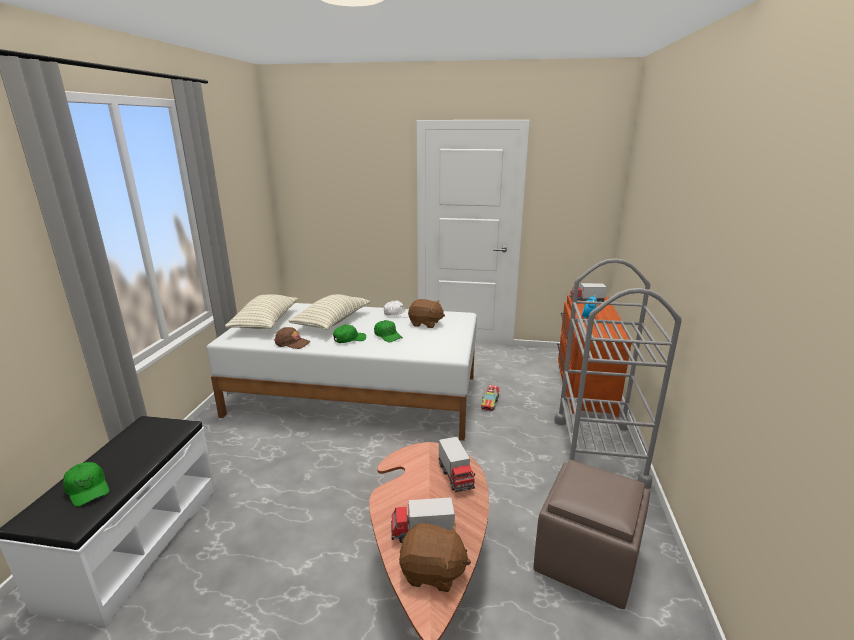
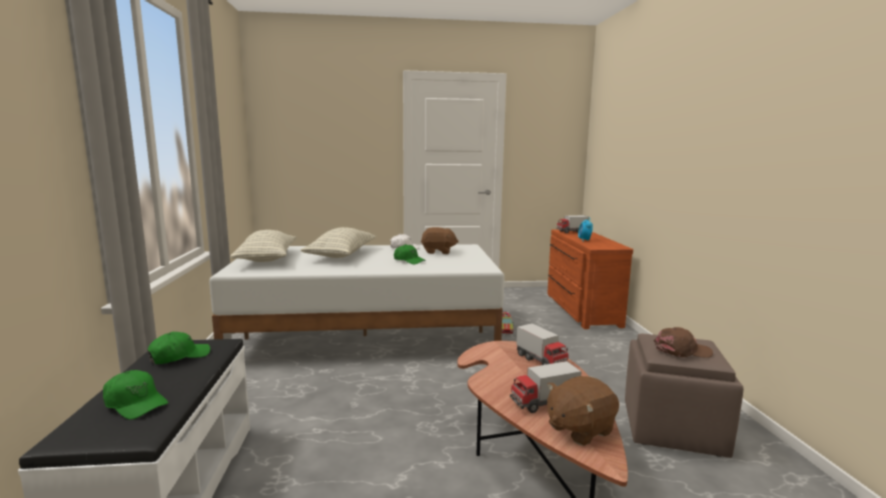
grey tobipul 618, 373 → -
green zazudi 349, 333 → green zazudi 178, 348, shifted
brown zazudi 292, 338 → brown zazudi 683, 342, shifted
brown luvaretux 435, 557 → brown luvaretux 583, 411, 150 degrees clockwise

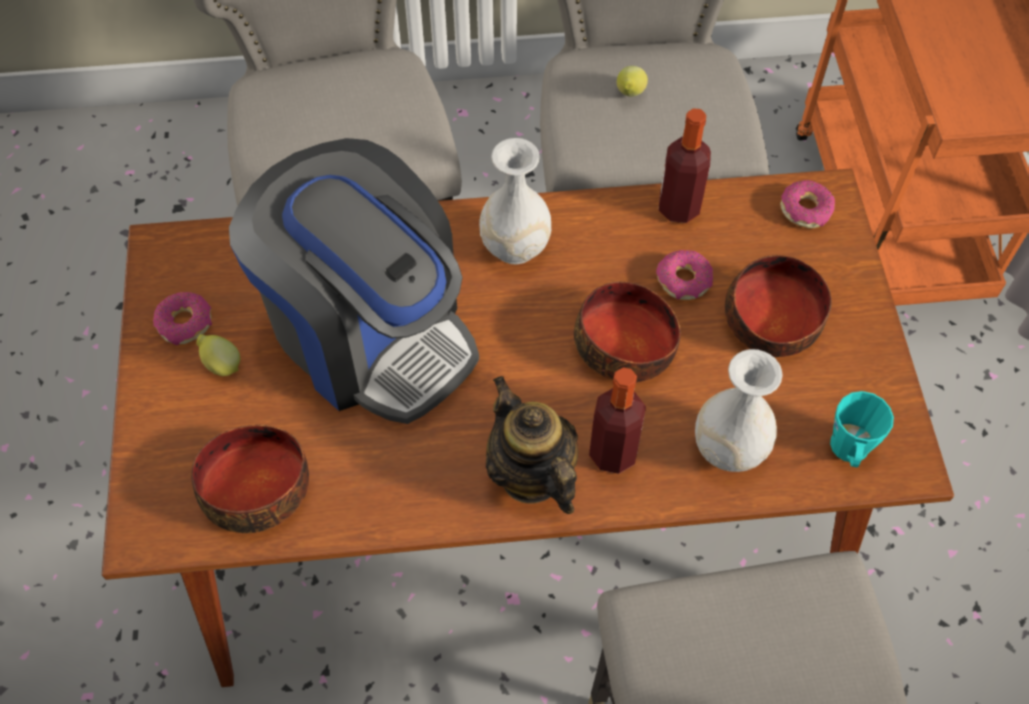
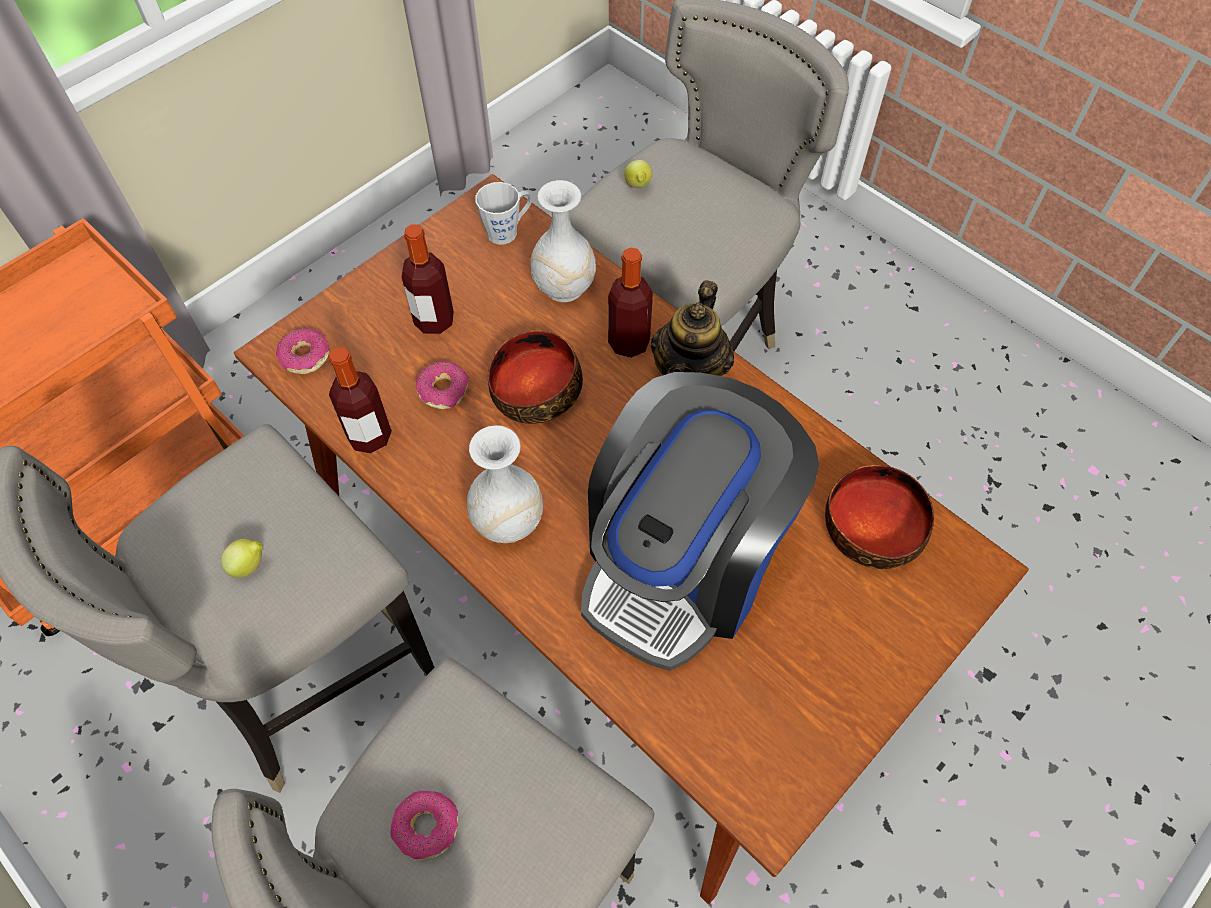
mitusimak 354, 281 → mitusimak 700, 521, 150 degrees counterclockwise
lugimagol 778, 306 → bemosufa 428, 279
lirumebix 182, 318 → lirumebix 424, 826, shifted
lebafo 218, 355 → lebafo 638, 174, shifted
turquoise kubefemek 862, 429 → grey kubefemek 504, 213

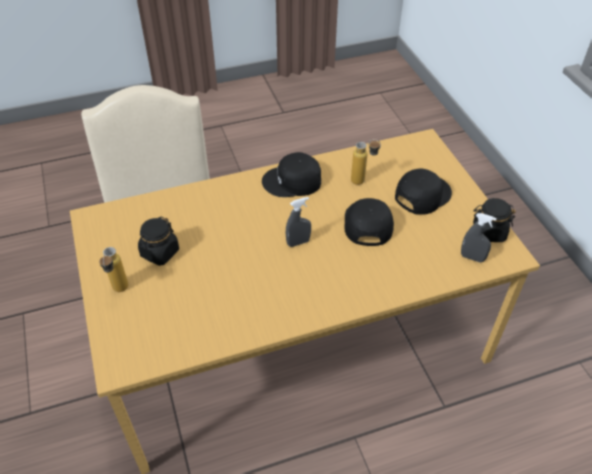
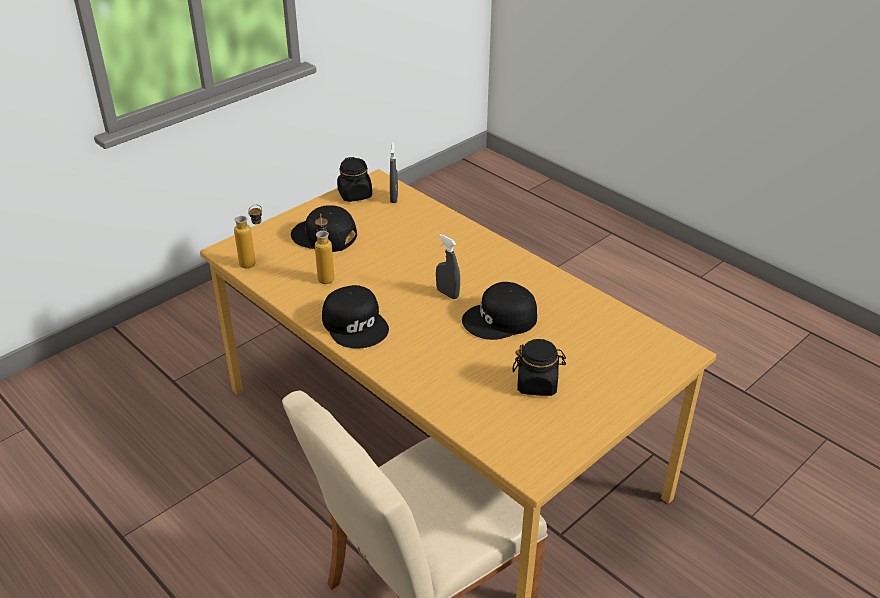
black zazudi 369, 222 → black zazudi 499, 311, shifted
bemosufa 113, 269 → bemosufa 248, 236, shifted

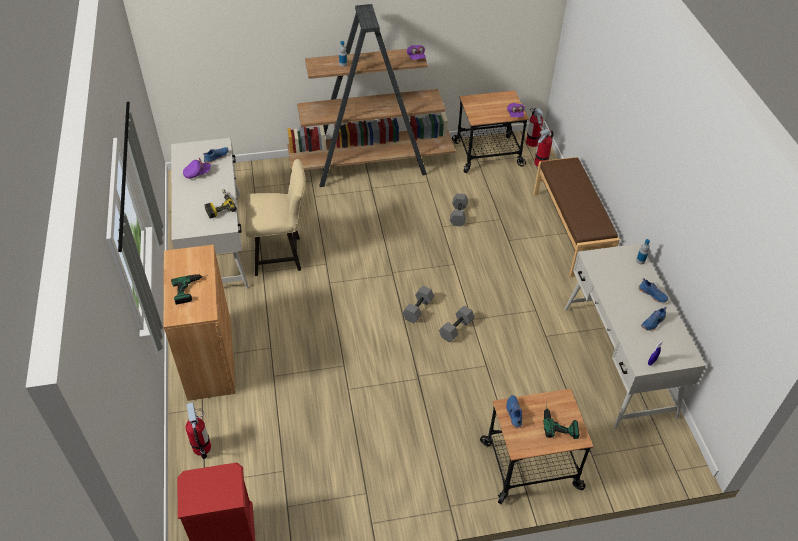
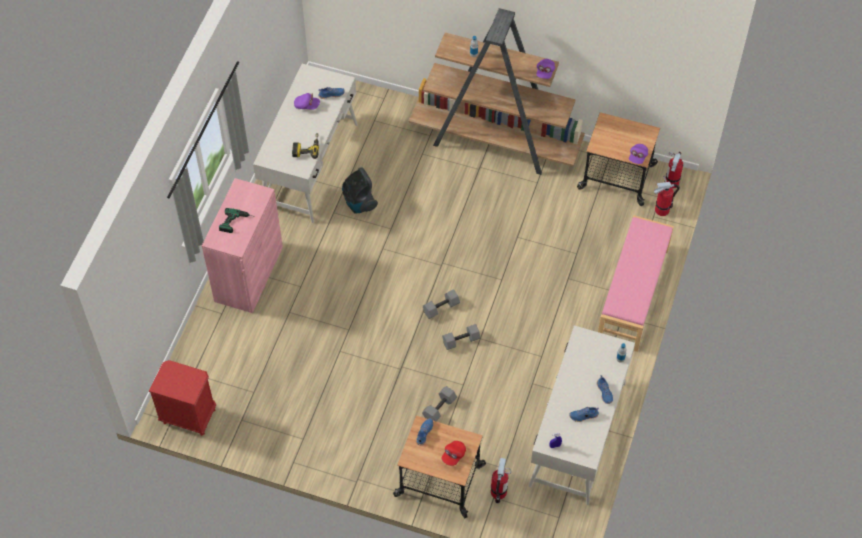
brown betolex 576, 217 → pink betolex 636, 283
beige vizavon 276, 217 → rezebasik 360, 190
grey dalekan 459, 210 → grey dalekan 439, 404, shifted
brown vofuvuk 200, 323 → pink vofuvuk 242, 245
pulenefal 198, 430 → pulenefal 501, 481, shifted
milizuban 561, 421 → red zazudi 454, 453

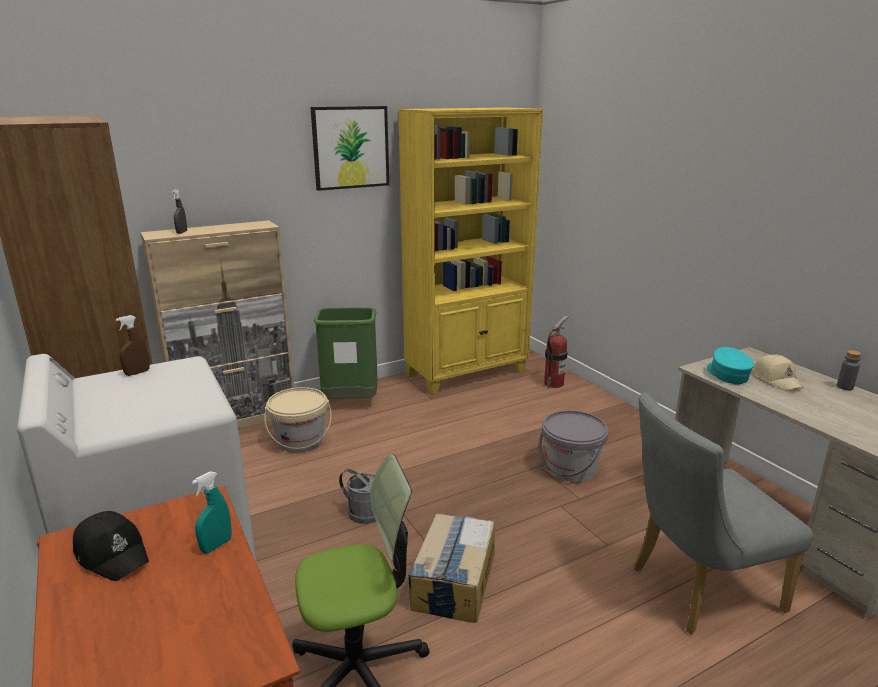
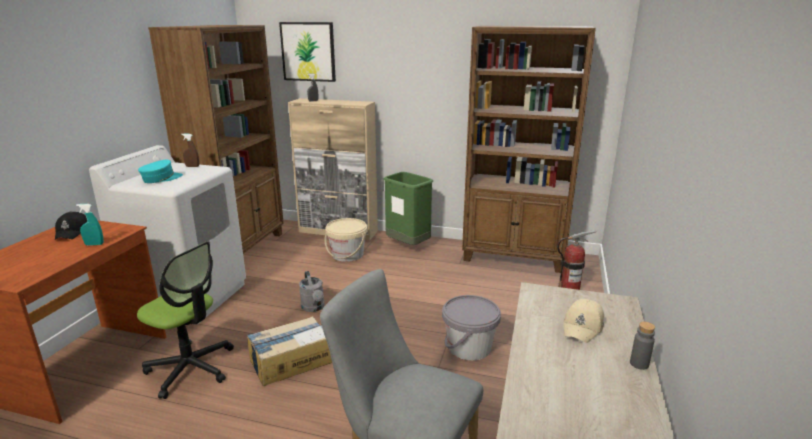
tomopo 350, 148 → tomopo 307, 52, shifted
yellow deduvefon 470, 251 → brown deduvefon 529, 149
turquoise zazudi 730, 365 → turquoise zazudi 160, 171, shifted

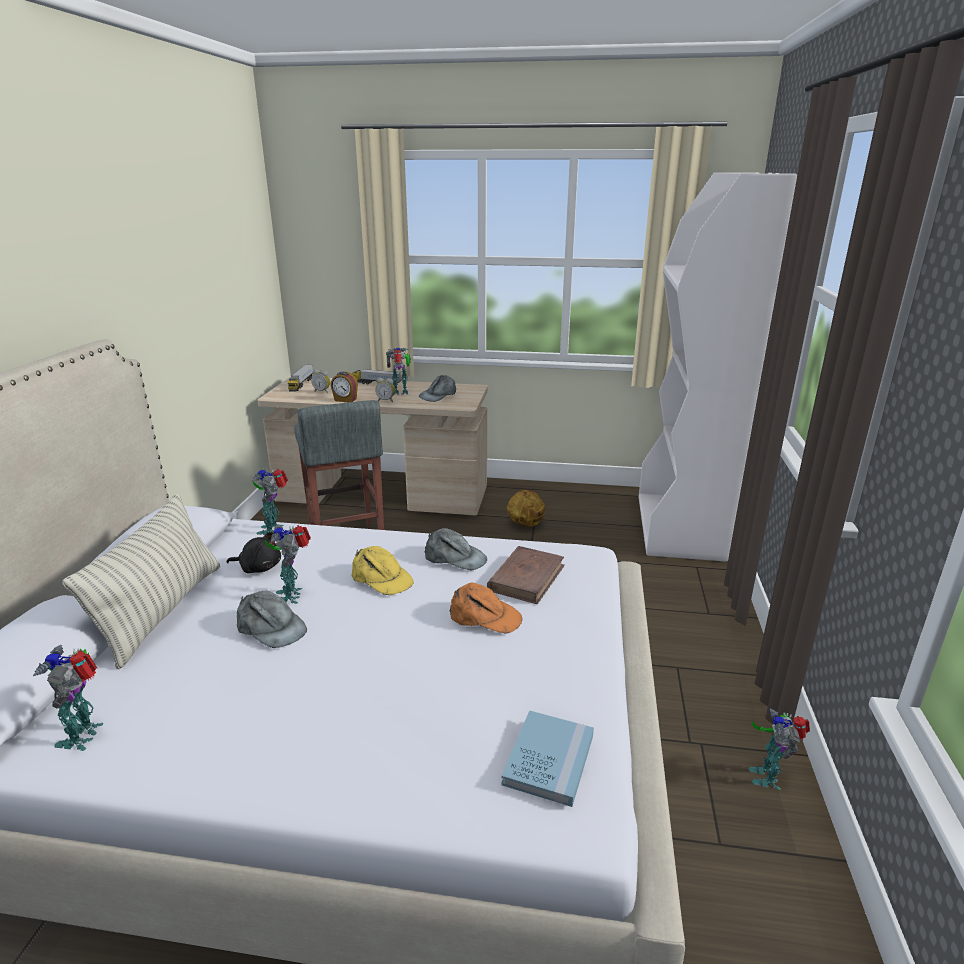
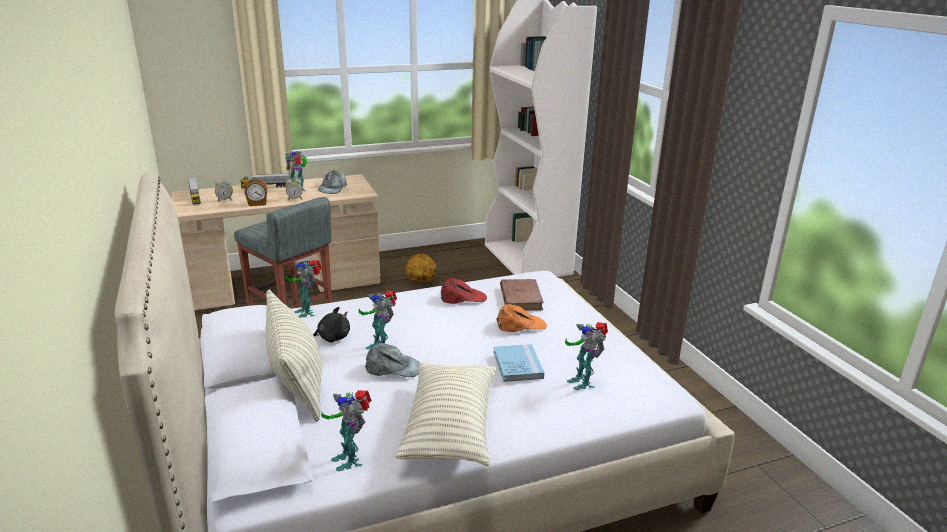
grey zazudi 456, 549 → red zazudi 464, 291
yellow zazudi 382, 570 → -
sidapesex 779, 749 → sidapesex 586, 356, shifted
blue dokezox 547, 758 → blue dokezox 519, 363, shifted
- → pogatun 445, 414

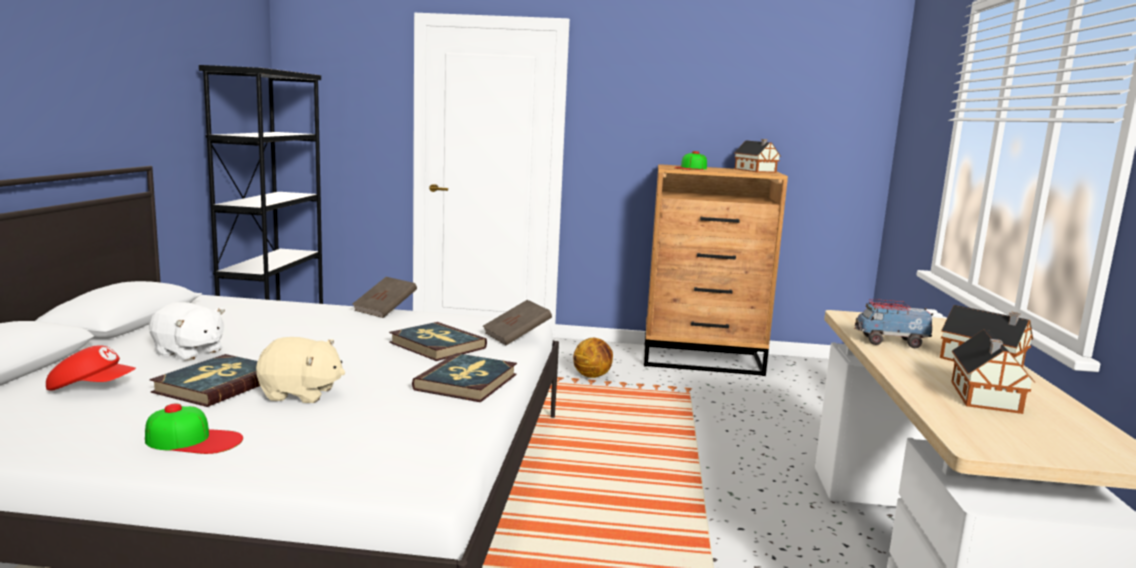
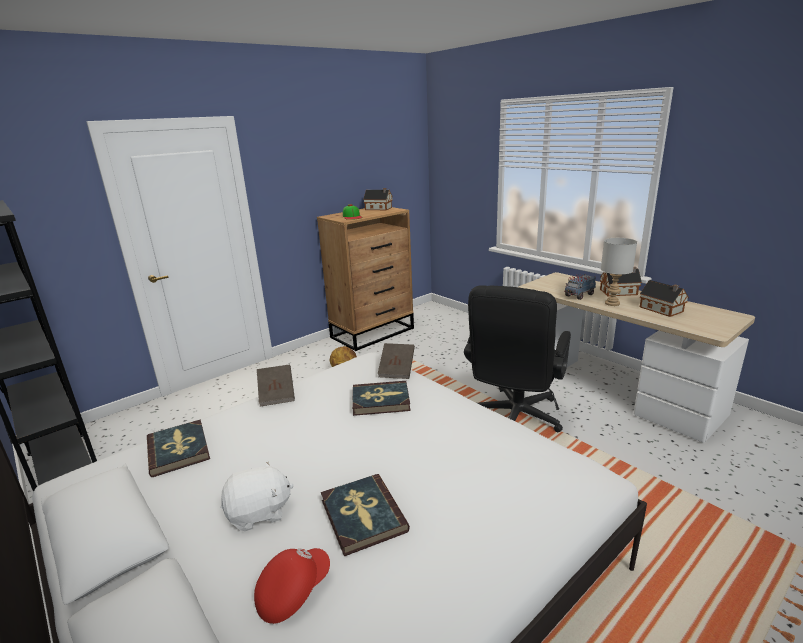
beige luvaretux 300, 370 → -
dokezox 464, 377 → dokezox 178, 448, shifted
zazudi 194, 428 → -
- → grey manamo 619, 272
- → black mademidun 517, 358

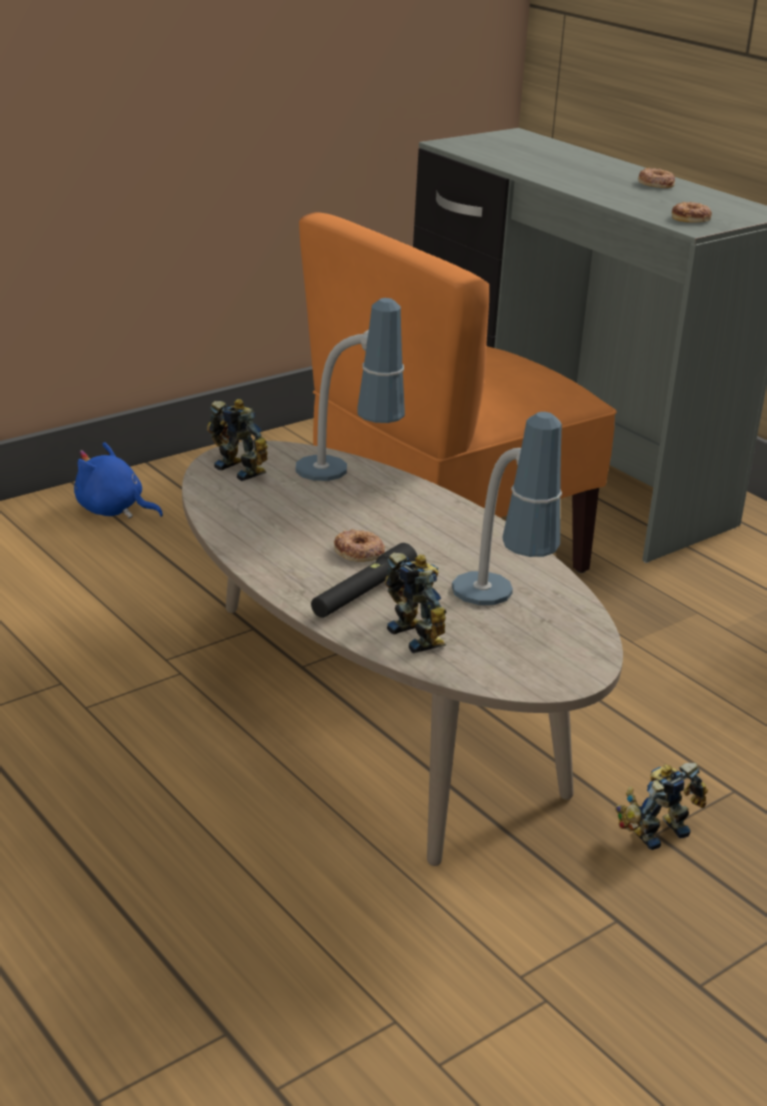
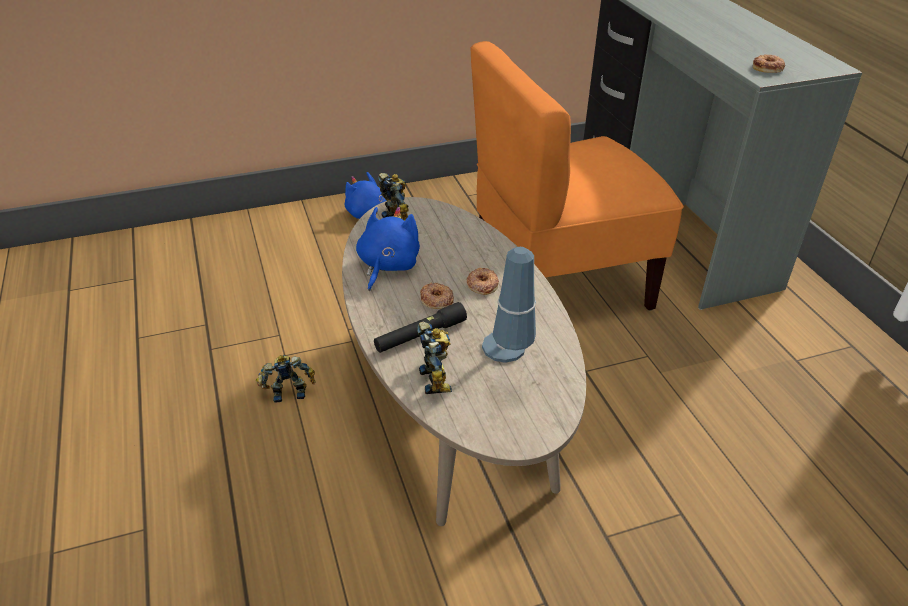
lirumebix 656, 178 → lirumebix 483, 281, shifted
manamo 350, 389 → -
sidapesex 661, 806 → sidapesex 286, 379, shifted
- → blue luvaretux 388, 249

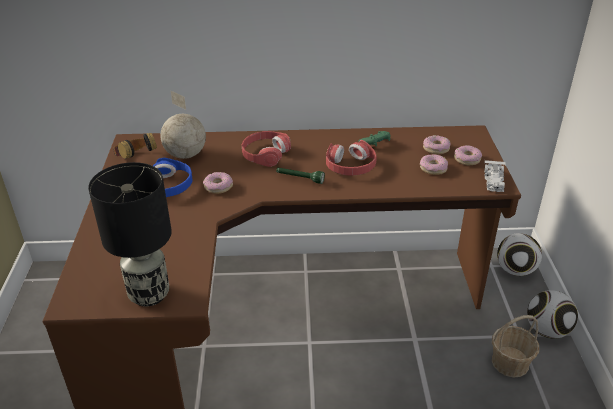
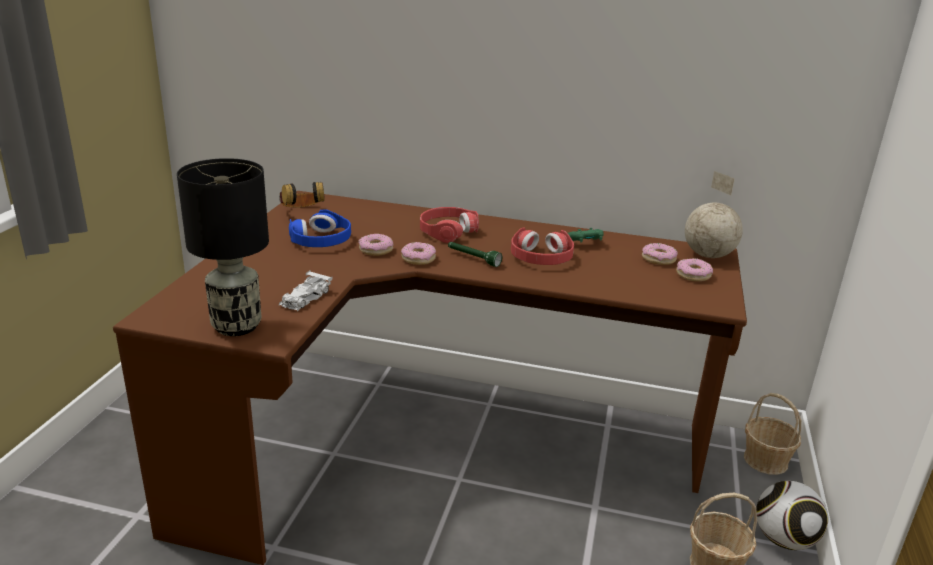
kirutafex 183, 125 → kirutafex 714, 214, shifted
lirumebix 434, 165 → lirumebix 418, 253, shifted
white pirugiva 495, 176 → white pirugiva 306, 290, shifted
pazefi 519, 254 → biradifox 772, 434

